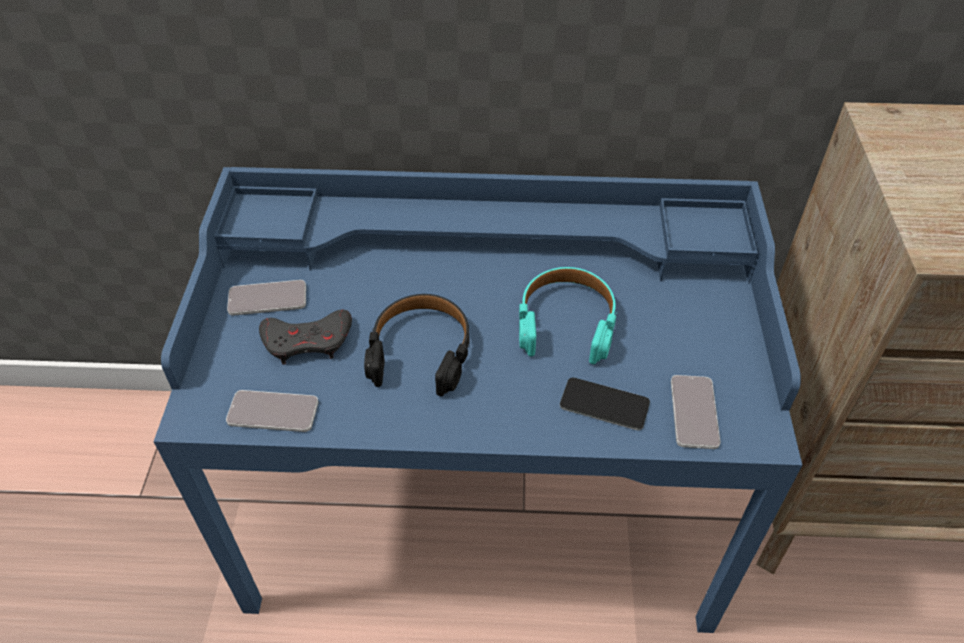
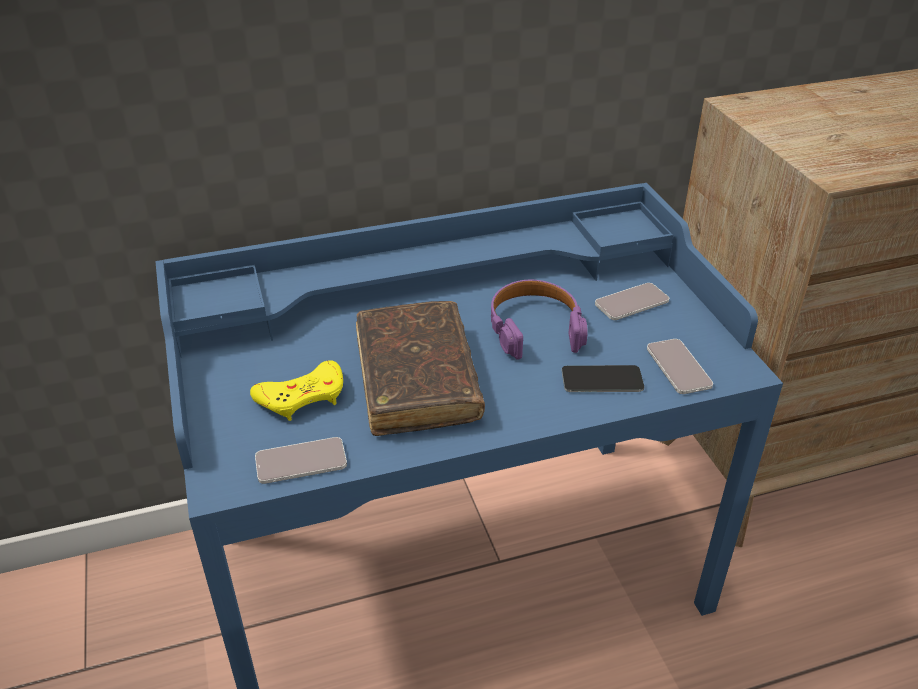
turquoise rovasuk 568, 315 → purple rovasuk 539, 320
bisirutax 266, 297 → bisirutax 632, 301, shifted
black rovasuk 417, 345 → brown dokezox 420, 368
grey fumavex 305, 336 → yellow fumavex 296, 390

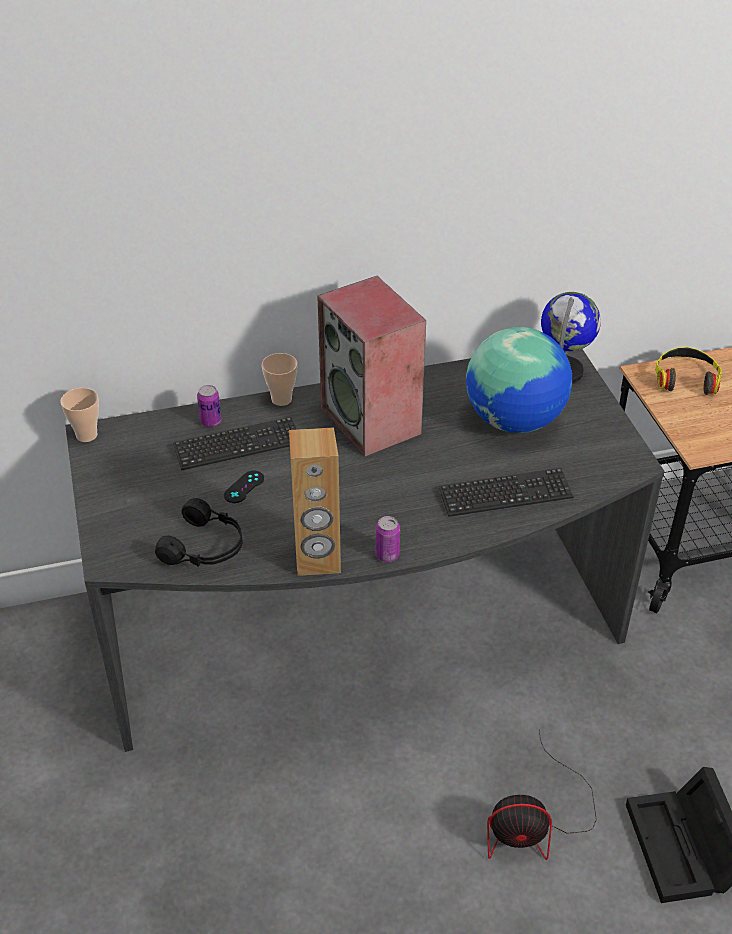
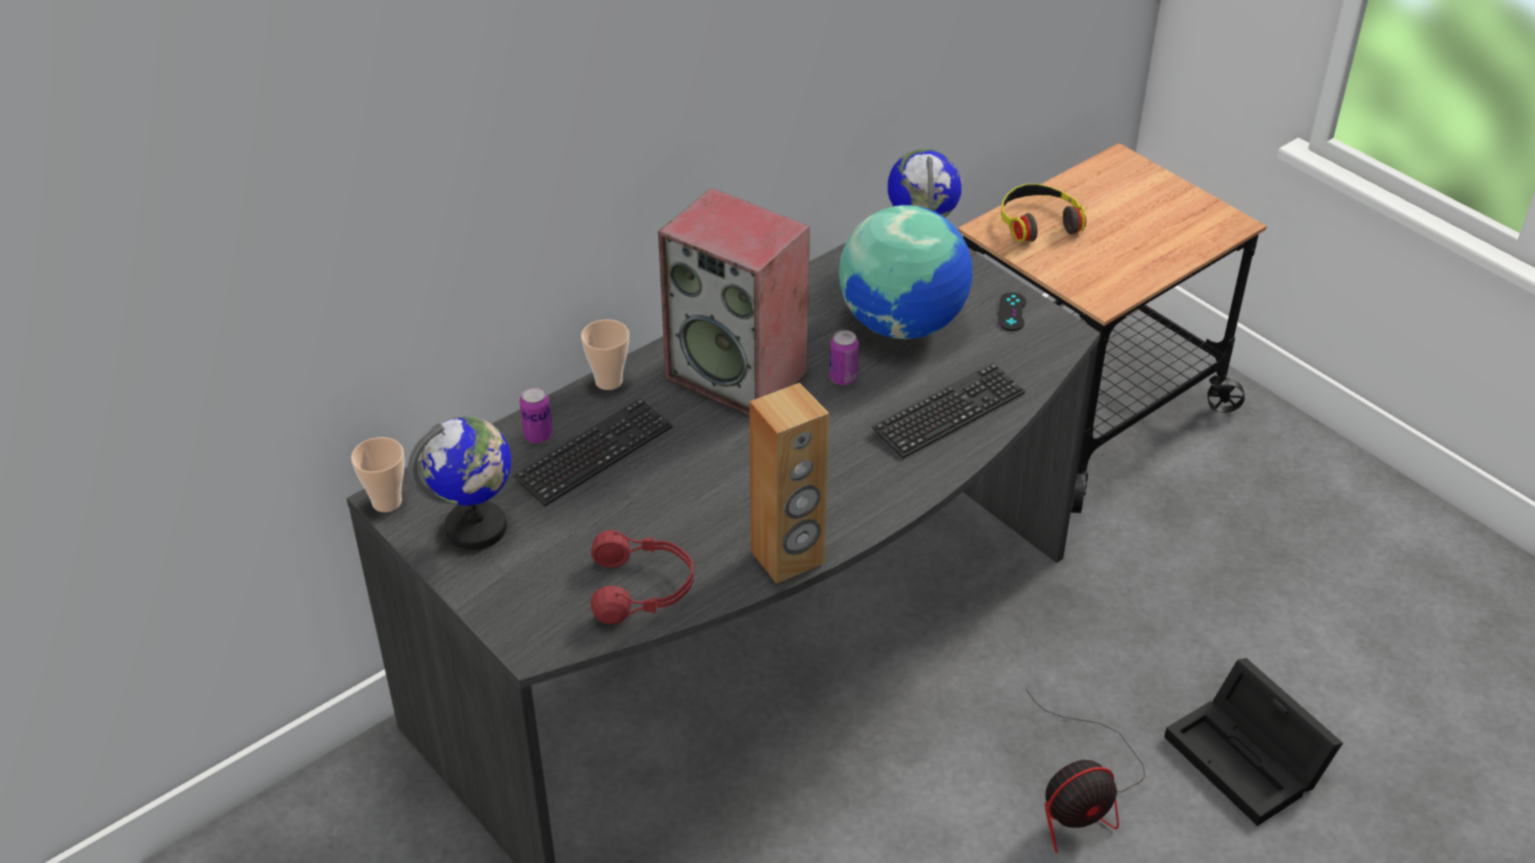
black fumavex 244, 487 → black fumavex 1012, 311, shifted
black rovasuk 199, 532 → red rovasuk 642, 577
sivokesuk 388, 539 → sivokesuk 844, 357, shifted
- → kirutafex 459, 483

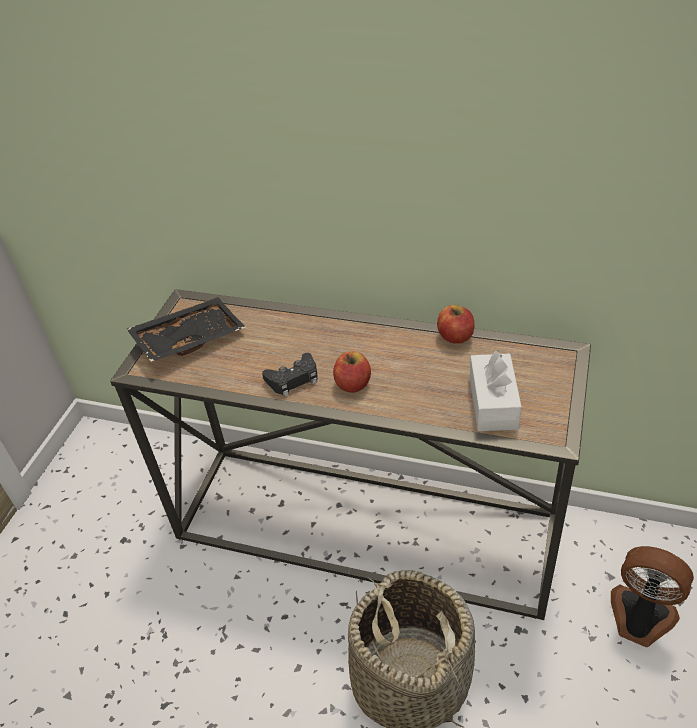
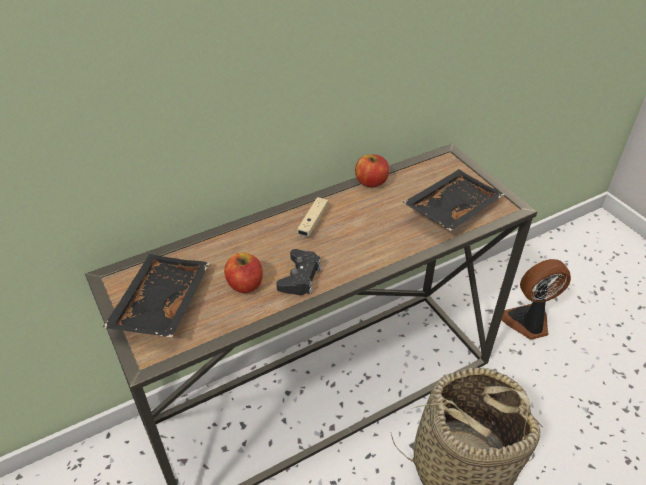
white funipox 496, 390 → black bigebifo 454, 200
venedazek 352, 372 → venedazek 243, 272, shifted
- → beige fumavex 312, 217

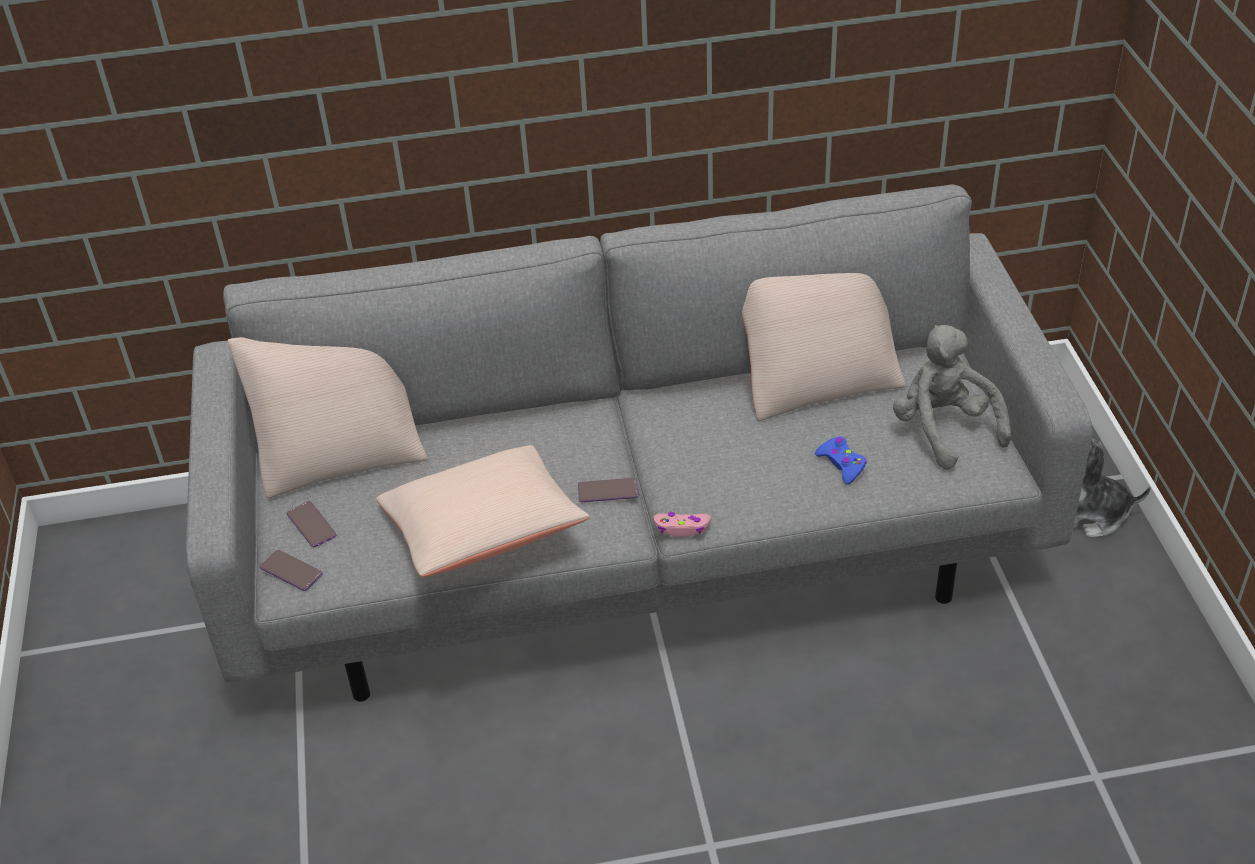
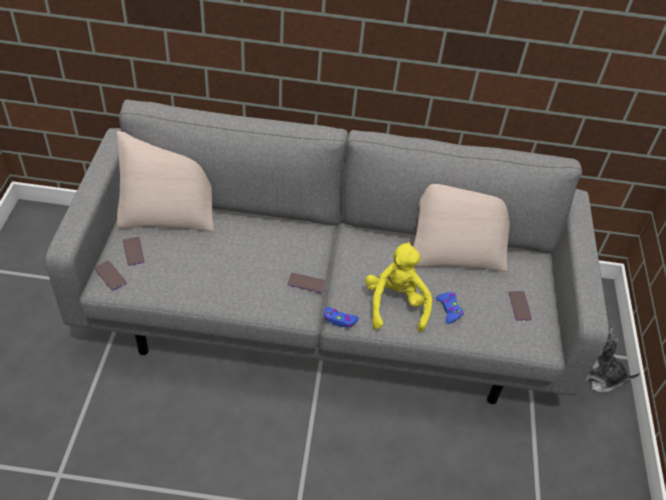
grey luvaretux 952, 397 → bisirutax 520, 306
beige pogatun 483, 511 → -
pink fumavex 682, 524 → blue fumavex 341, 317
- → yellow luvaretux 398, 287

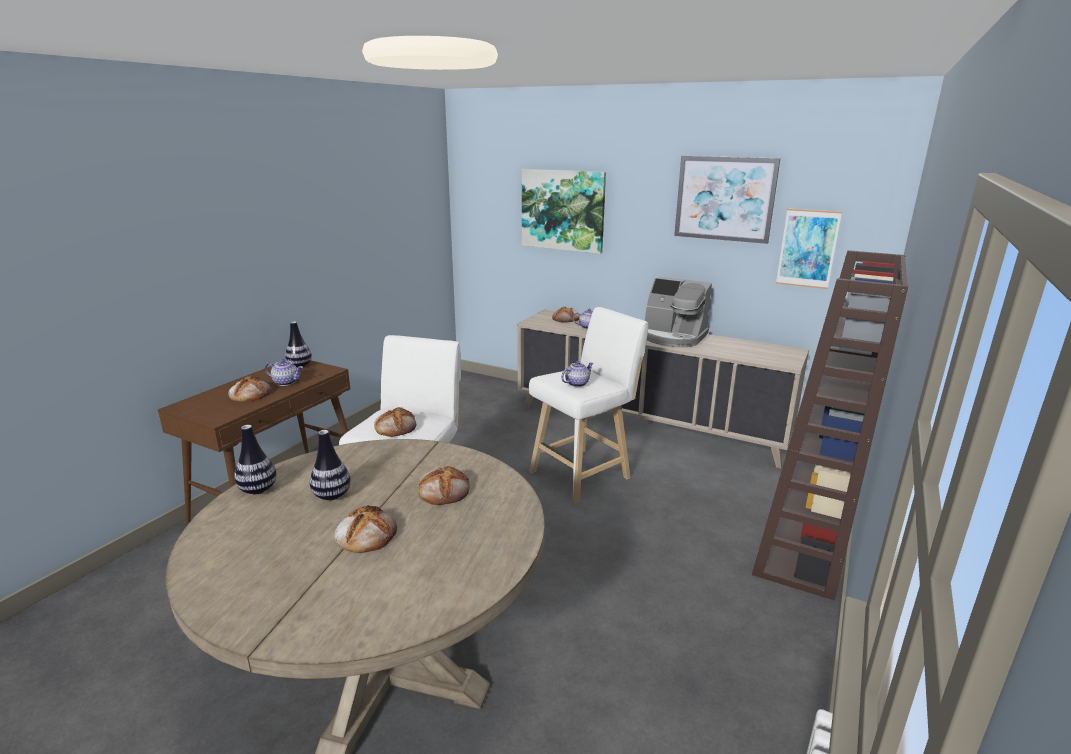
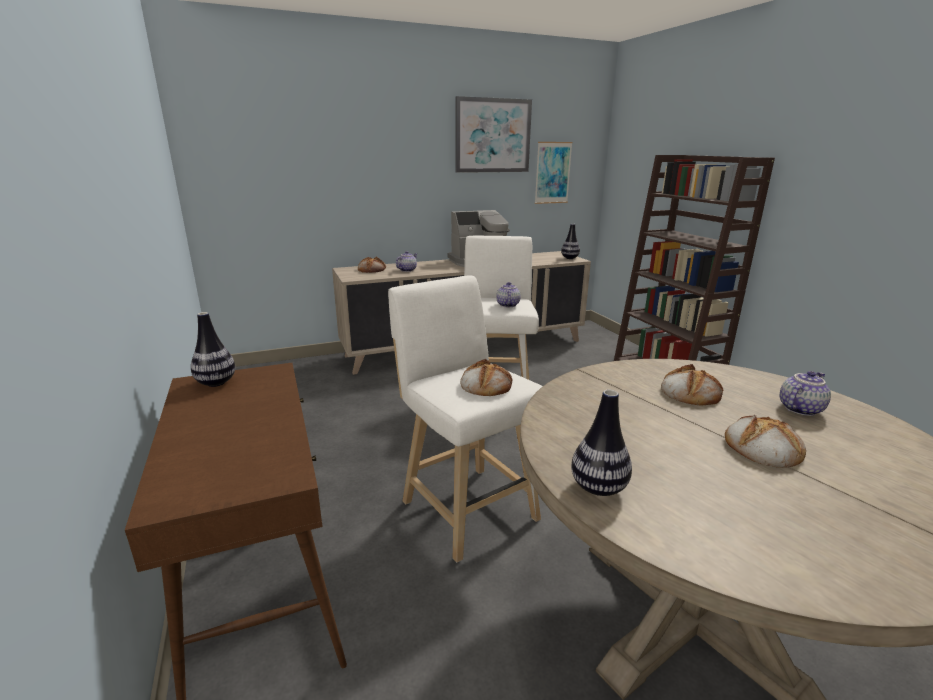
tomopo 564, 211 → -
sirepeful 284, 372 → sirepeful 805, 393, shifted
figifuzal 249, 388 → -
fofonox 330, 465 → fofonox 570, 241, shifted

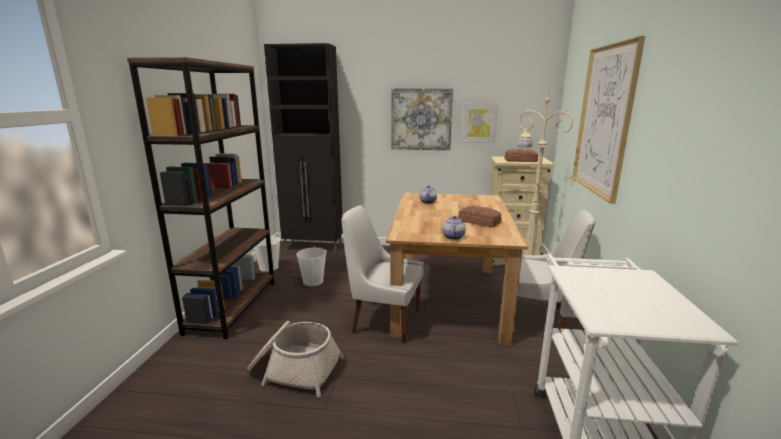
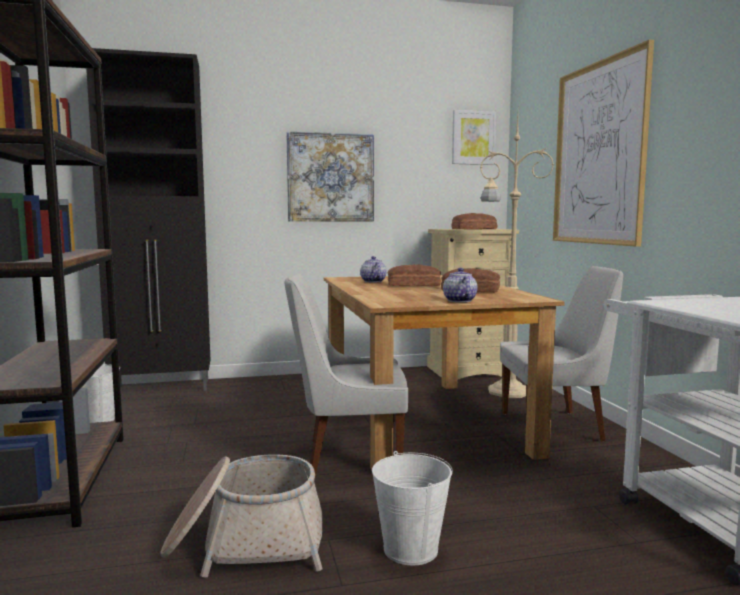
tomopo 480, 123 → tomopo 474, 137, shifted
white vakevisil 311, 266 → white vakevisil 412, 508, shifted
- → figifuzal 414, 275

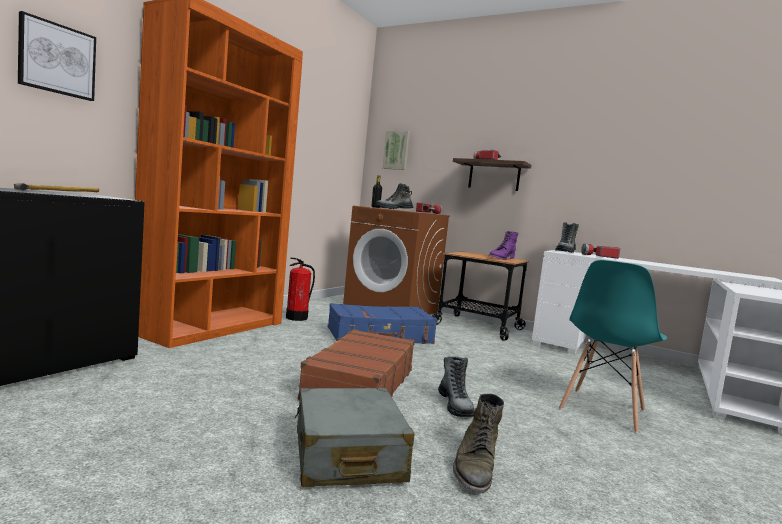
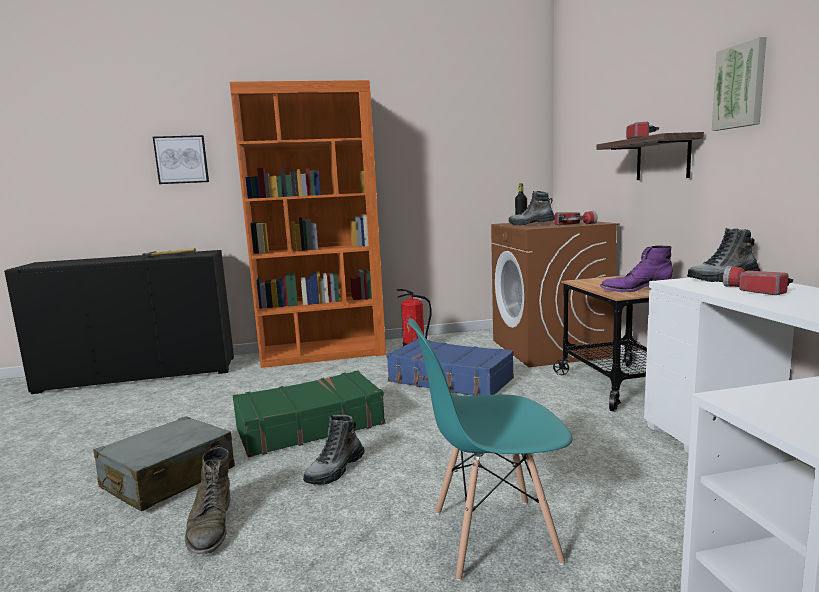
tomopo 396, 150 → tomopo 739, 84, shifted
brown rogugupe 356, 364 → green rogugupe 309, 413
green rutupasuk 478, 443 → green rutupasuk 207, 500, 75 degrees counterclockwise

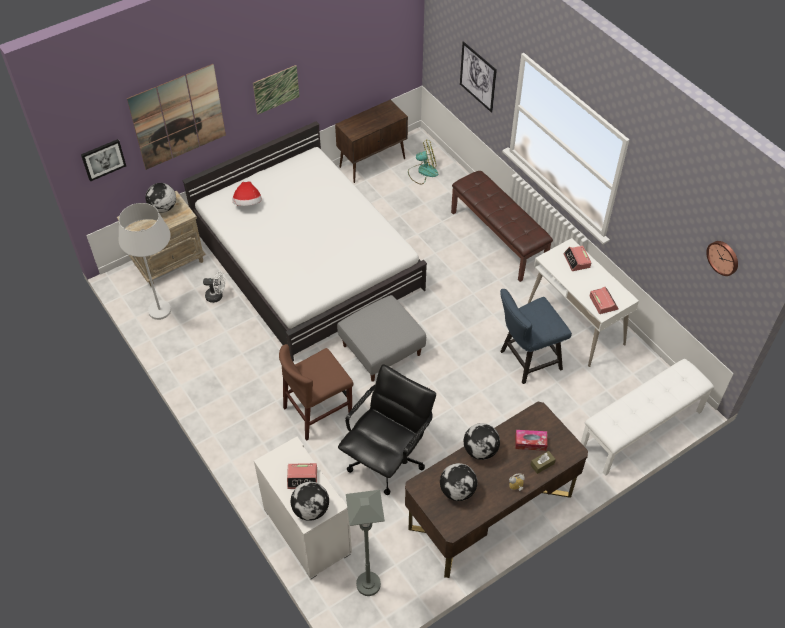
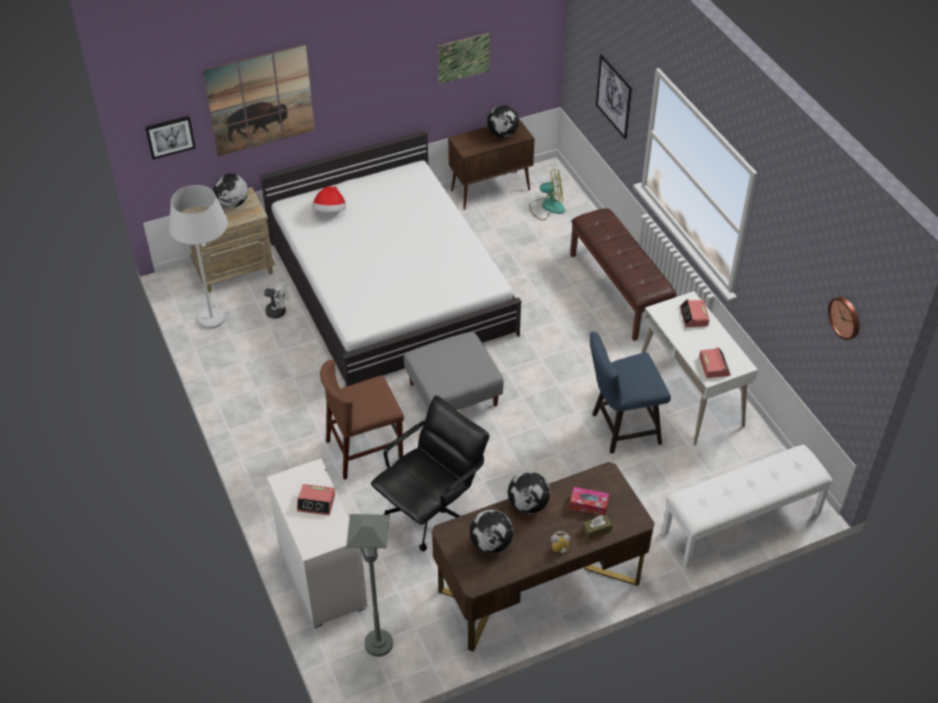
tomopo 276, 90 → tomopo 464, 58, shifted
kirutafex 310, 501 → kirutafex 503, 121, shifted

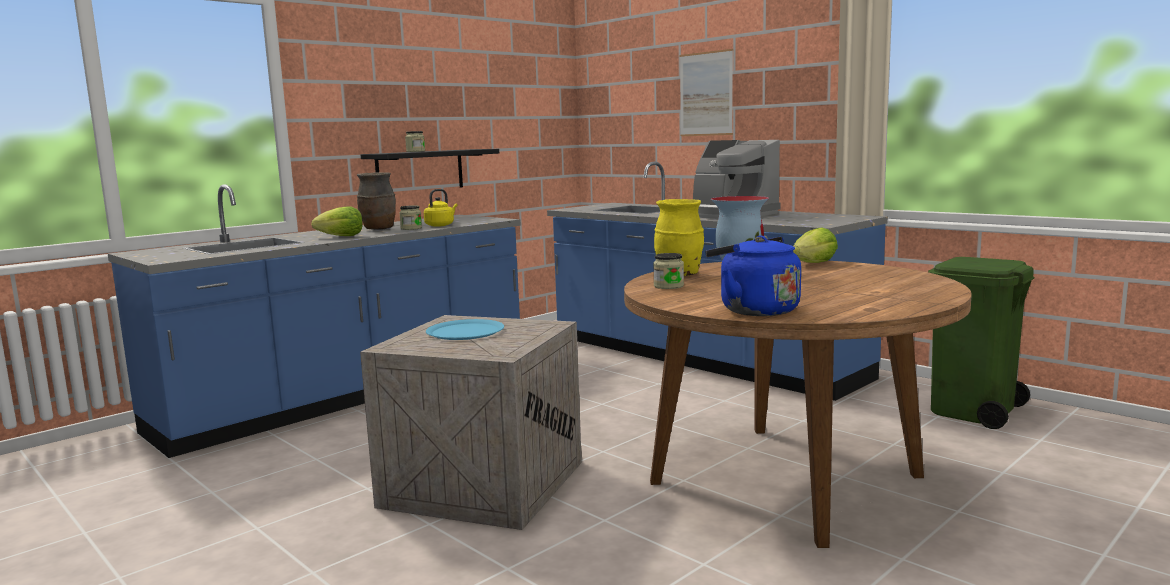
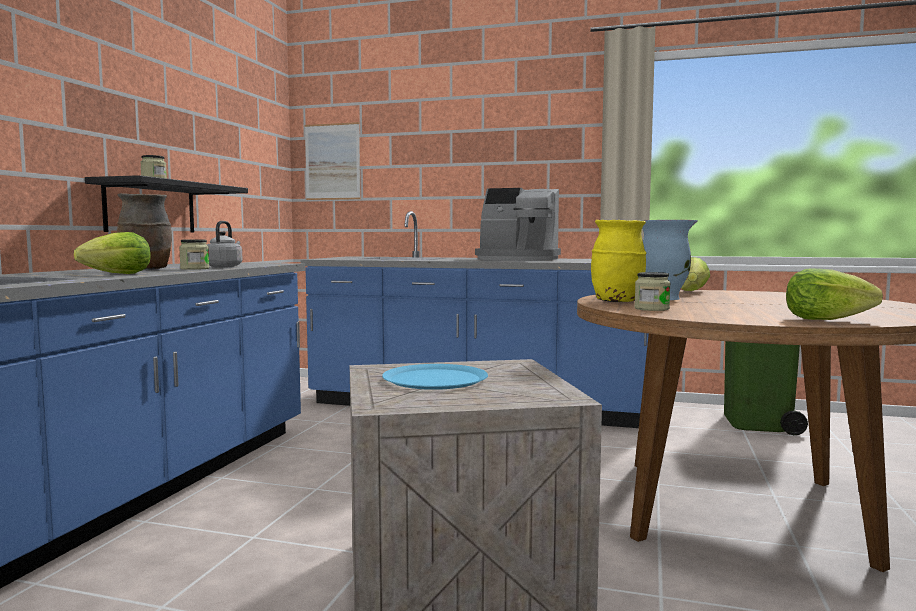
tomopo 706, 92 → tomopo 333, 161, shifted
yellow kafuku 441, 208 → grey kafuku 224, 244
blue kafuku 753, 275 → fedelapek 834, 294

